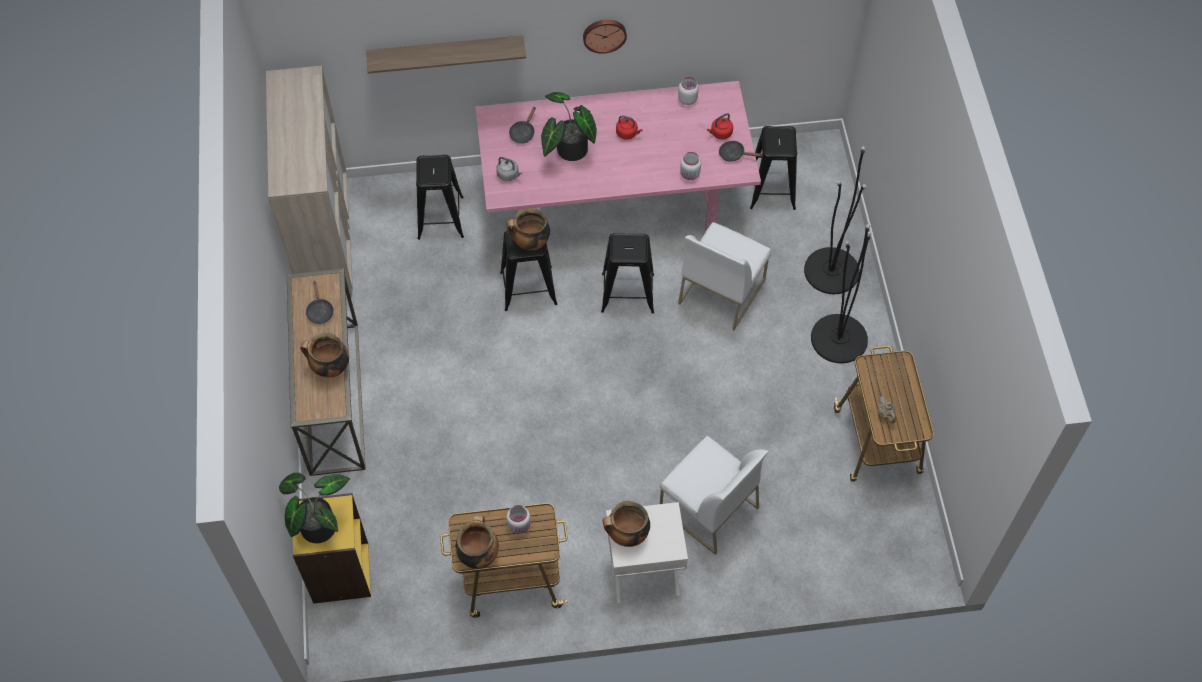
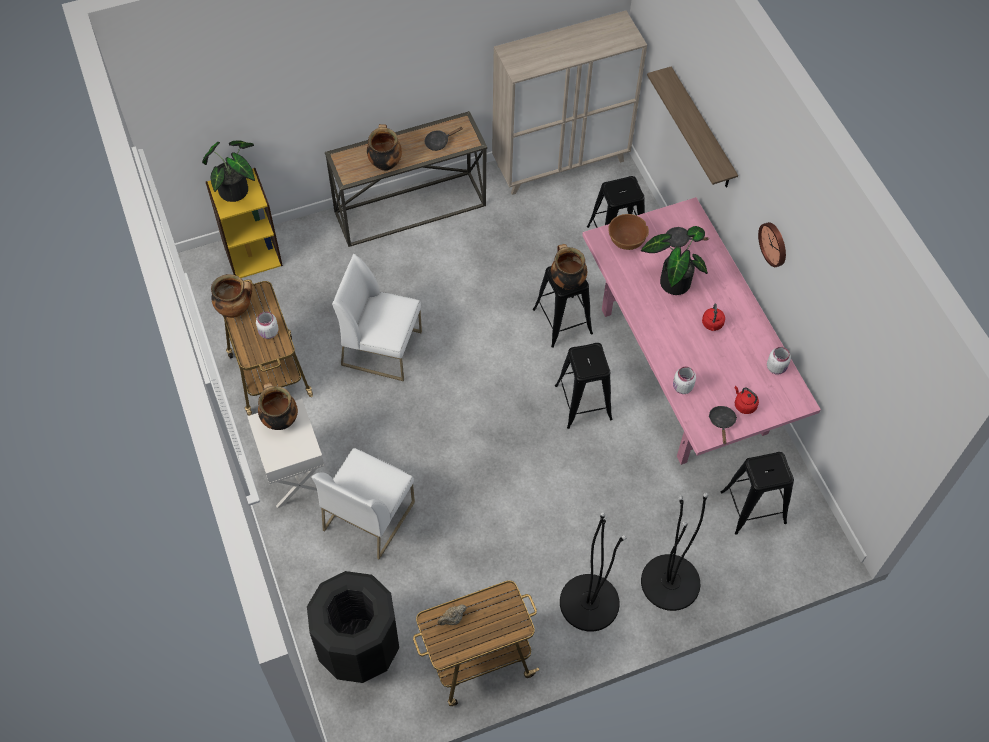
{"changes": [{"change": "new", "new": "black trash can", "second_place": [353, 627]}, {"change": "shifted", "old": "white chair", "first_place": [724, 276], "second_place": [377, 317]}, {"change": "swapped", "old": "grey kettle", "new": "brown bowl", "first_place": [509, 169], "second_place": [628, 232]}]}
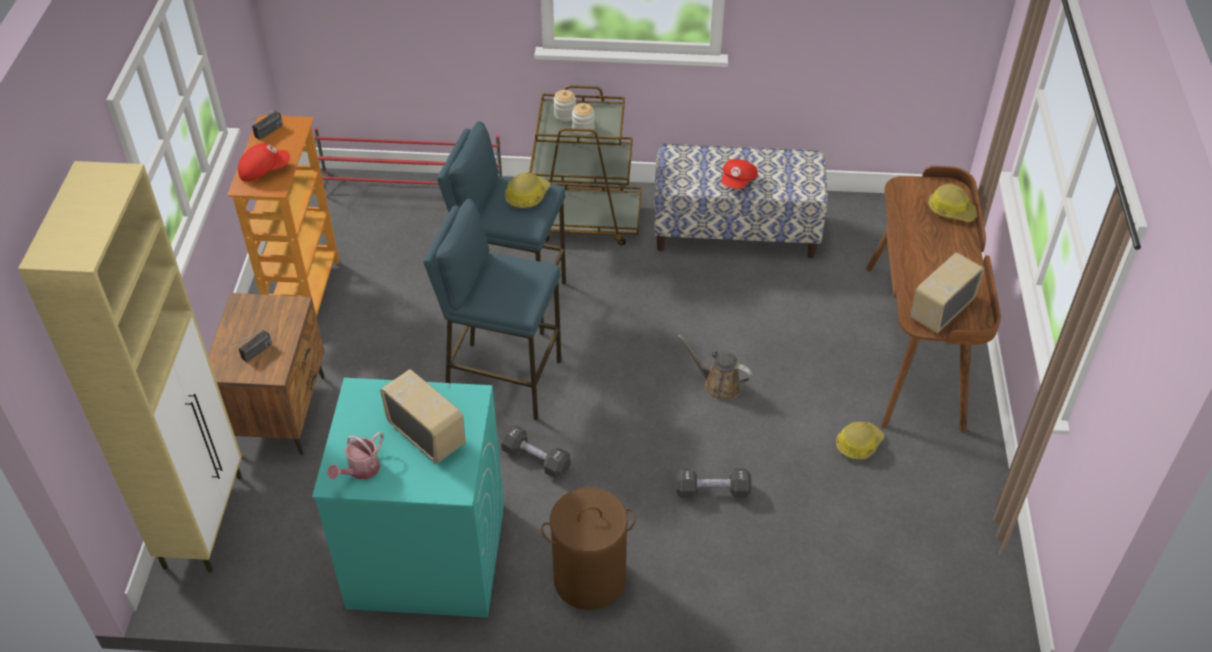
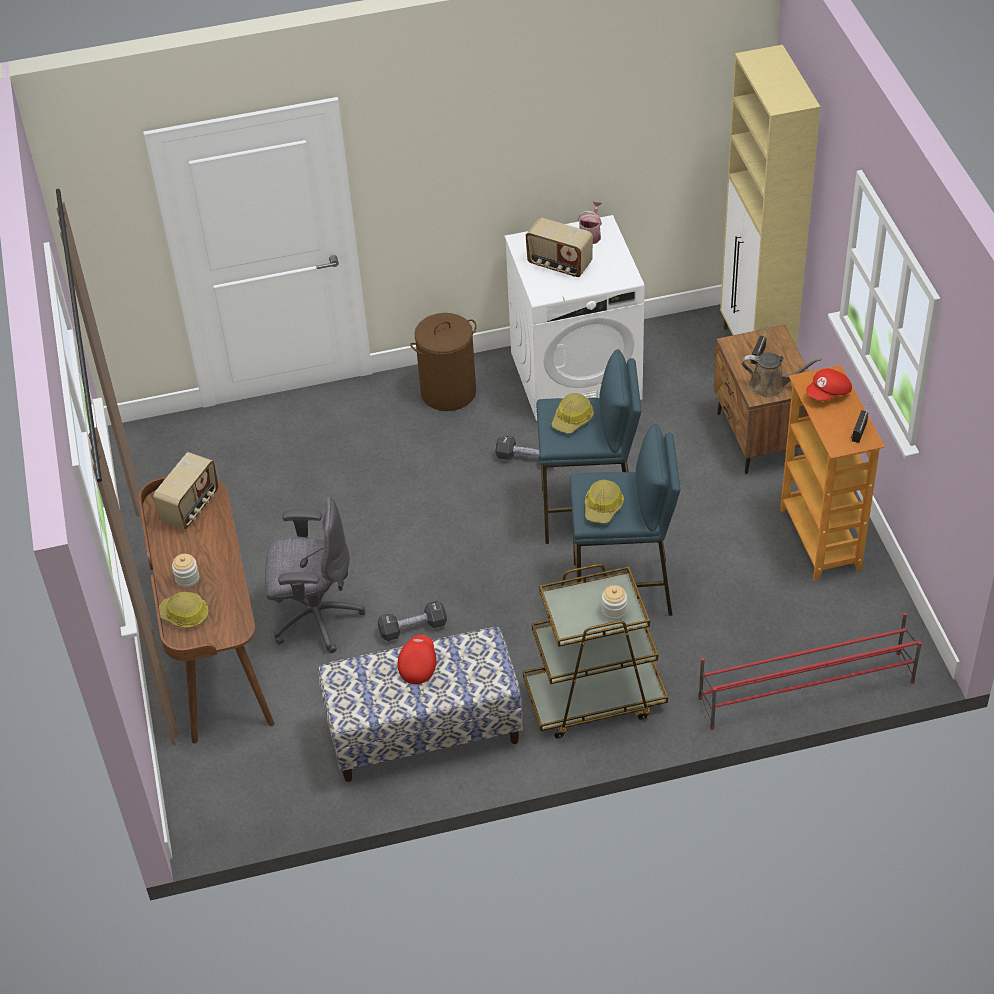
{"changes": [{"change": "shifted", "old": "jar", "first_place": [583, 119], "second_place": [185, 571]}, {"change": "new", "new": "grey office chair", "second_place": [315, 575]}, {"change": "shifted", "old": "black dumbbell", "first_place": [714, 483], "second_place": [412, 621]}, {"change": "repainted", "old": "turquoise washing machine", "new": "white washing machine", "first_place": [408, 498], "second_place": [575, 318]}, {"change": "shifted", "old": "hard hat", "first_place": [860, 441], "second_place": [573, 413]}, {"change": "shifted", "old": "brown watering can", "first_place": [715, 368], "second_place": [781, 375]}]}
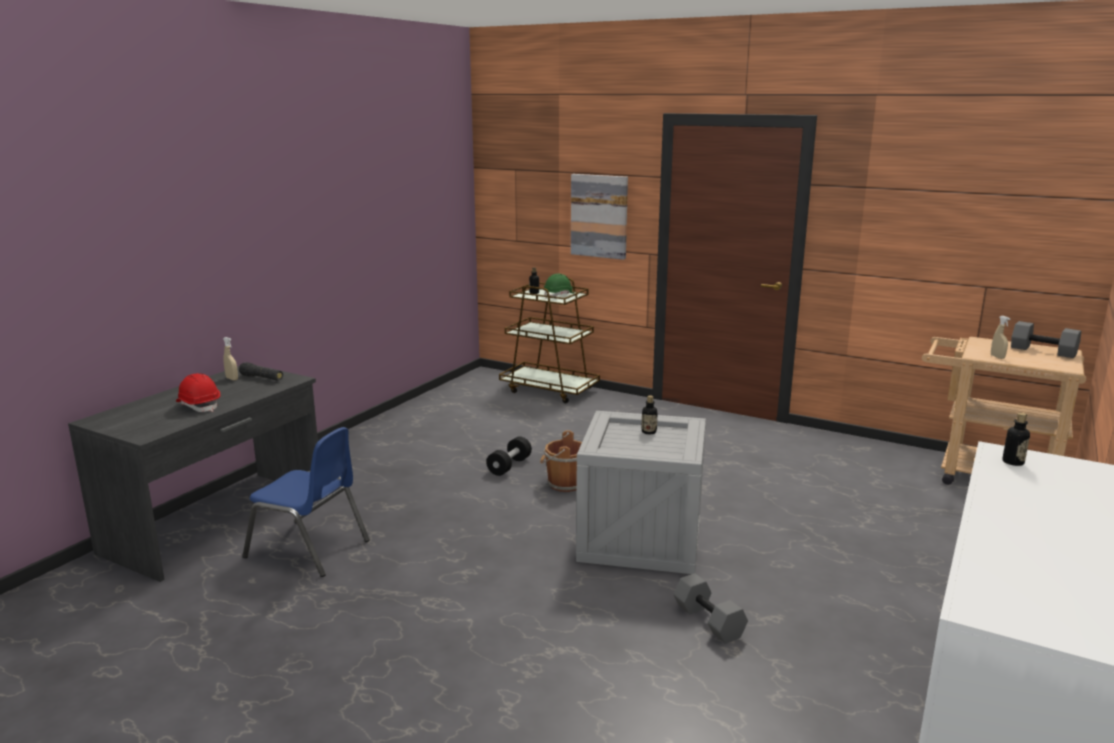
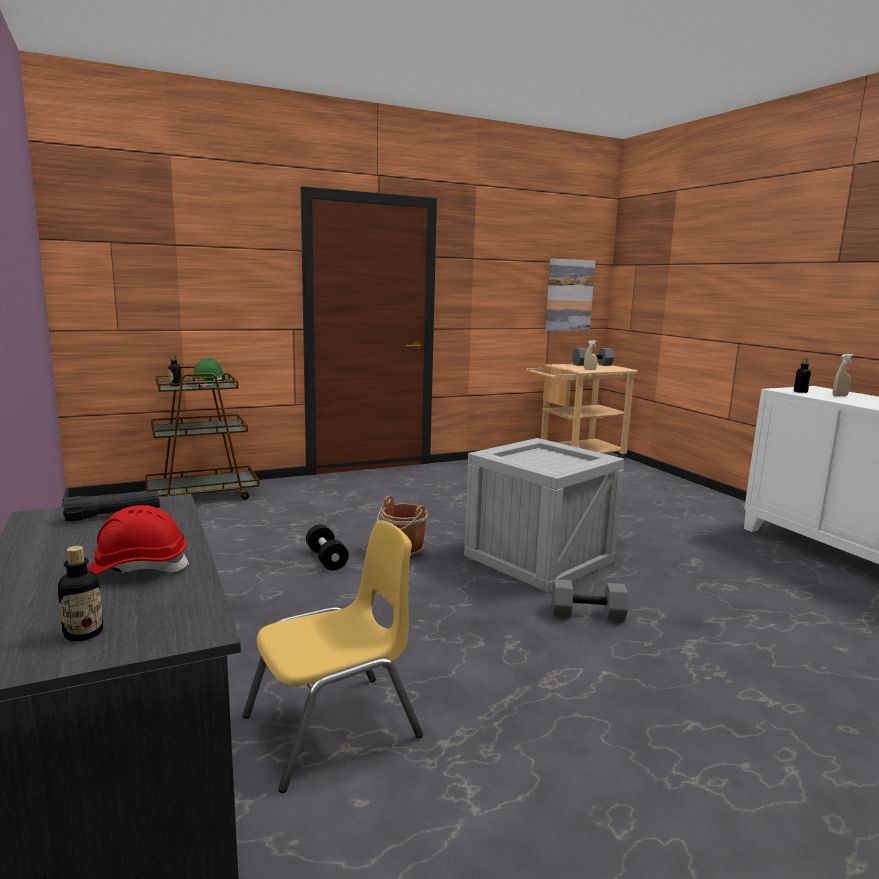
{"changes": [{"change": "shifted", "old": "bottle", "first_place": [649, 415], "second_place": [80, 593]}, {"change": "repainted", "old": "blue chair", "new": "yellow chair", "first_place": [306, 502], "second_place": [332, 656]}, {"change": "shifted", "old": "picture", "first_place": [599, 217], "second_place": [570, 295]}, {"change": "shifted", "old": "grey dumbbell", "first_place": [710, 608], "second_place": [590, 600]}, {"change": "shifted", "old": "beige spray bottle", "first_place": [230, 358], "second_place": [843, 375]}]}
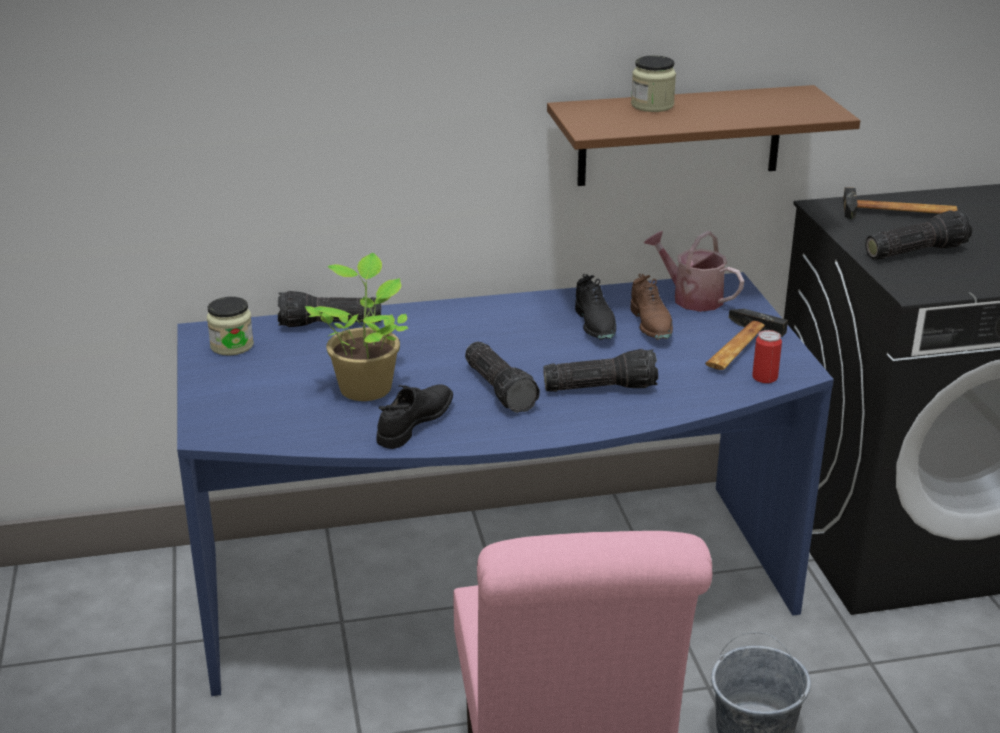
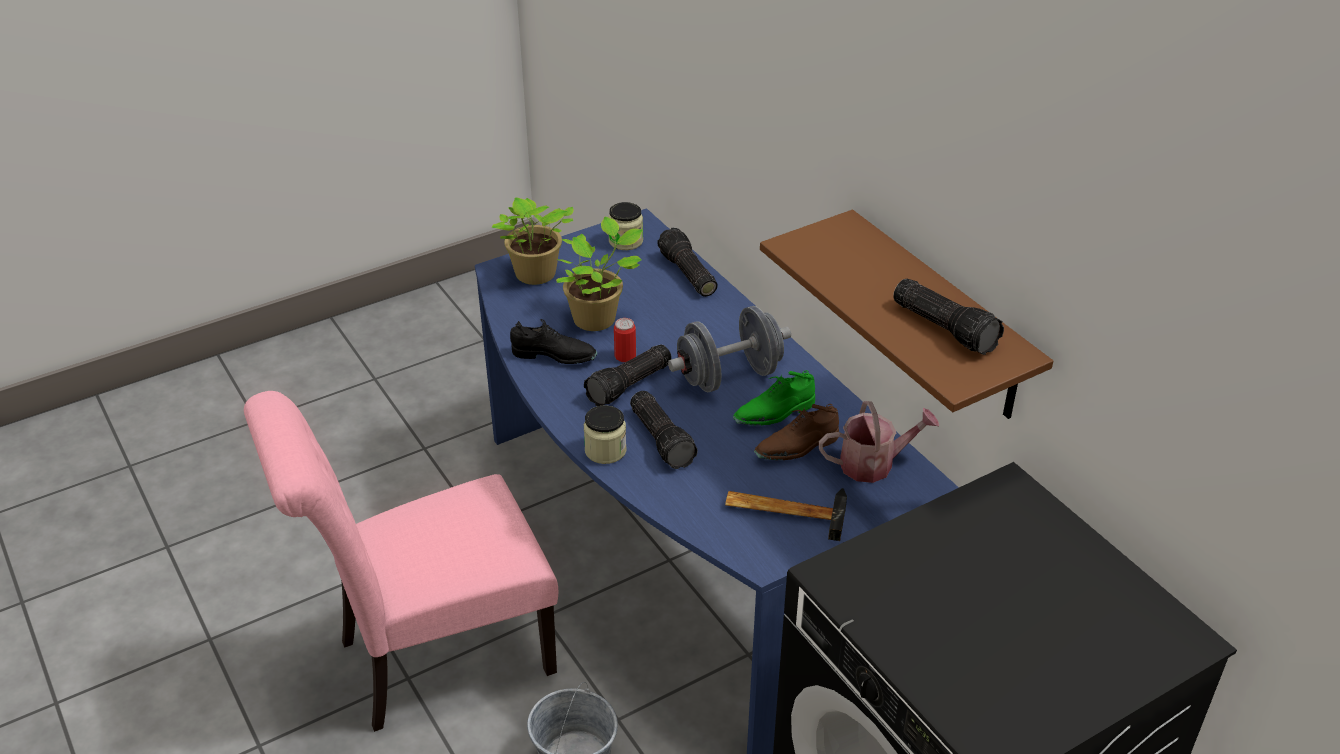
{"changes": [{"change": "new", "new": "potted plant", "second_place": [533, 241]}, {"change": "shifted", "old": "jar", "first_place": [653, 83], "second_place": [605, 434]}, {"change": "shifted", "old": "can", "first_place": [767, 356], "second_place": [625, 340]}, {"change": "new", "new": "grey dumbbell", "second_place": [729, 349]}, {"change": "repainted", "old": "black shoe", "new": "green shoe", "first_place": [595, 307], "second_place": [774, 398]}, {"change": "rotated", "old": "watering can", "first_place": [694, 271], "second_place": [879, 442], "degrees": 60}, {"change": "shifted", "old": "flashlight", "first_place": [918, 234], "second_place": [948, 317]}, {"change": "gone", "old": "hammer", "first_place": [900, 203]}]}
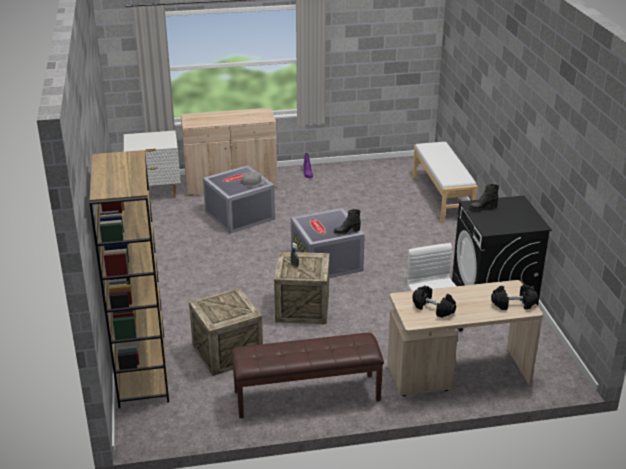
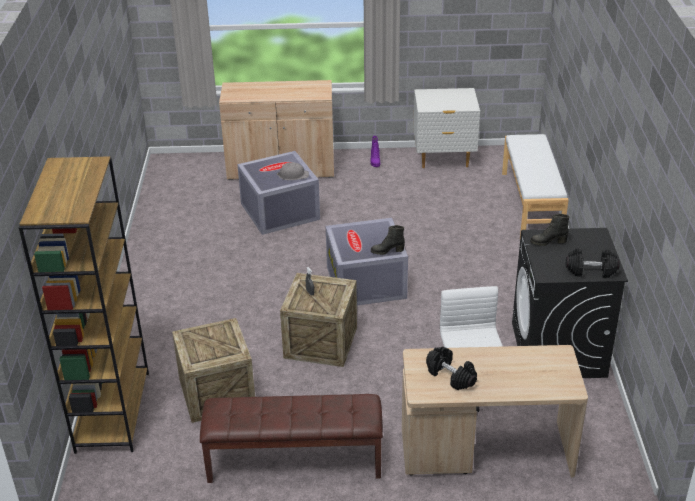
{"changes": [{"change": "shifted", "old": "white nightstand", "first_place": [152, 164], "second_place": [446, 128]}, {"change": "shifted", "old": "black dumbbell", "first_place": [514, 297], "second_place": [593, 263]}]}
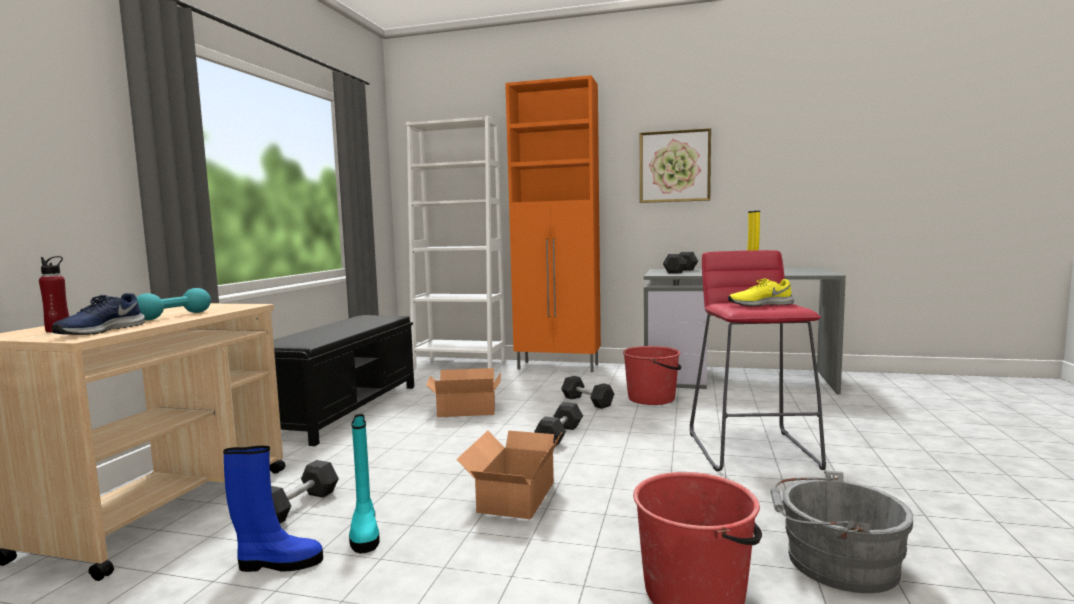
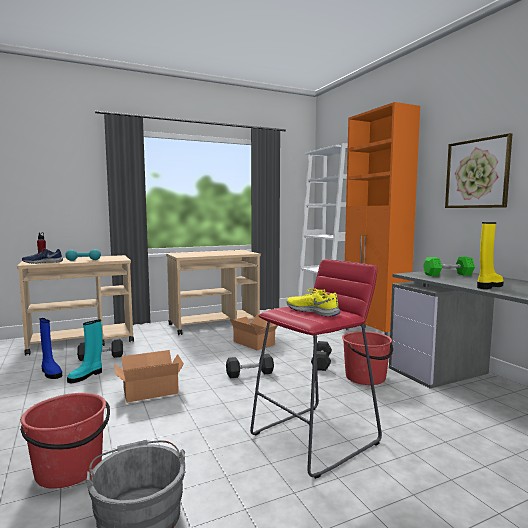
{"changes": [{"change": "swapped", "old": "black bench", "new": "beige cart", "first_place": [343, 380], "second_place": [213, 292]}, {"change": "repainted", "old": "grey dumbbell", "new": "green dumbbell", "first_place": [680, 263], "second_place": [449, 266]}]}
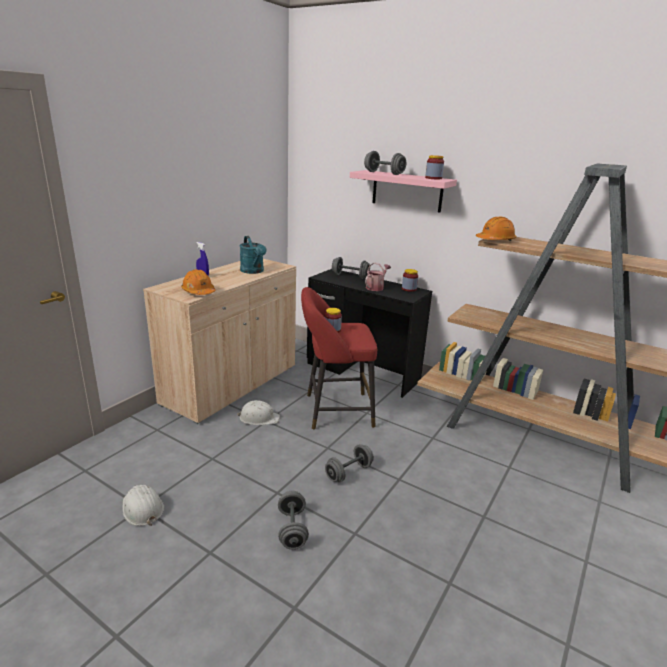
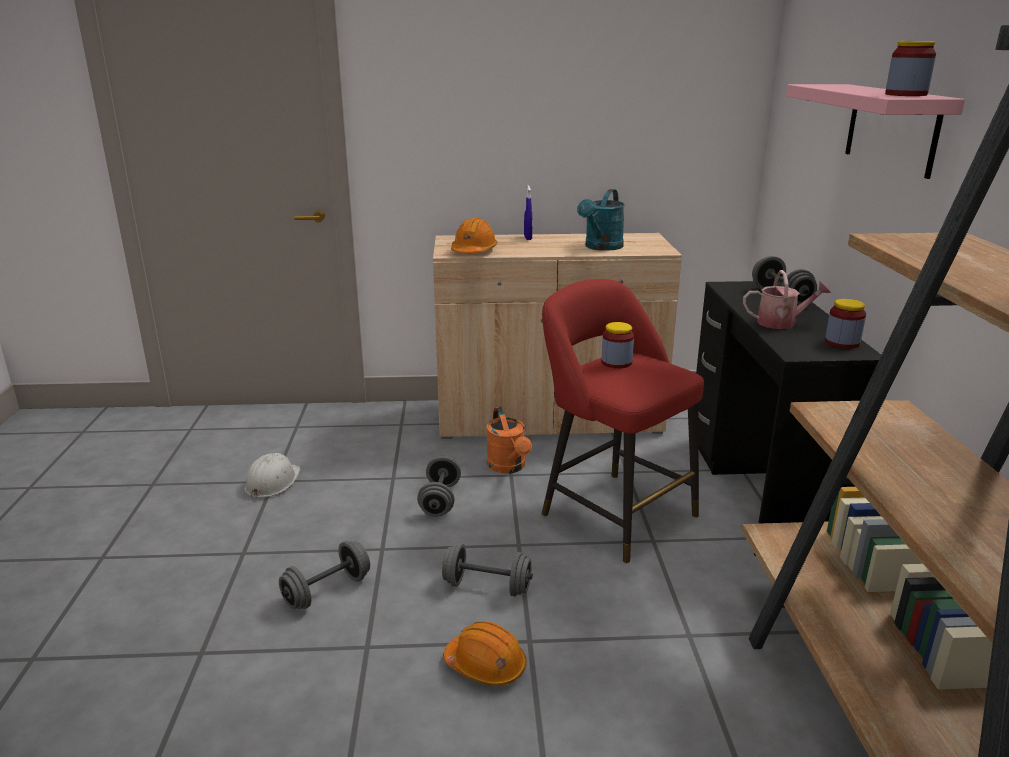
{"changes": [{"change": "shifted", "old": "grey dumbbell", "first_place": [385, 163], "second_place": [439, 486]}, {"change": "shifted", "old": "orange hard hat", "first_place": [496, 229], "second_place": [485, 653]}, {"change": "swapped", "old": "white hard hat", "new": "orange watering can", "first_place": [258, 412], "second_place": [509, 440]}]}
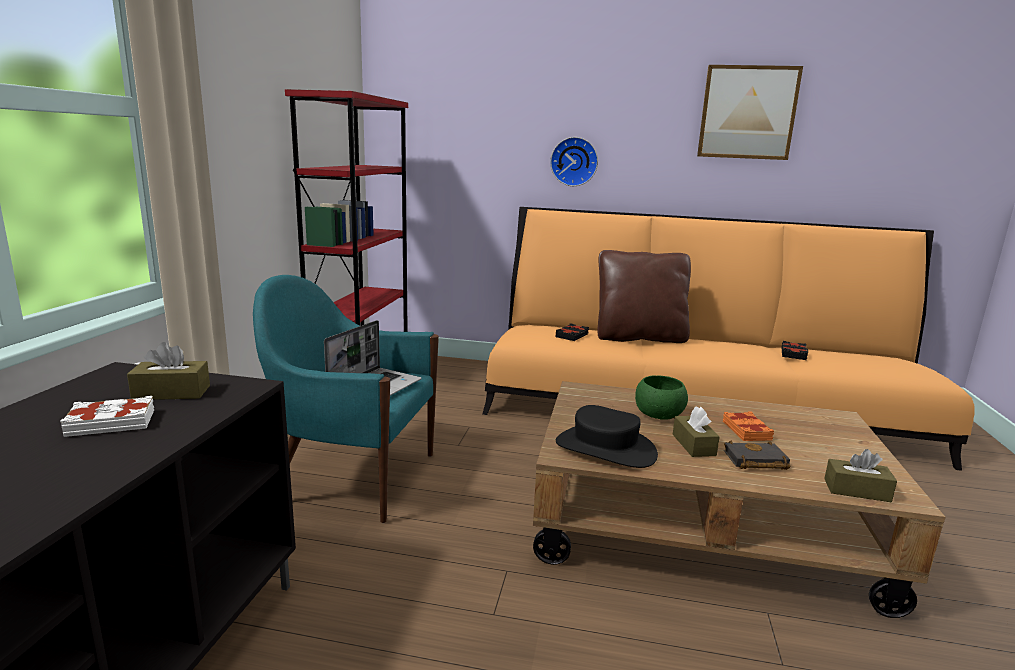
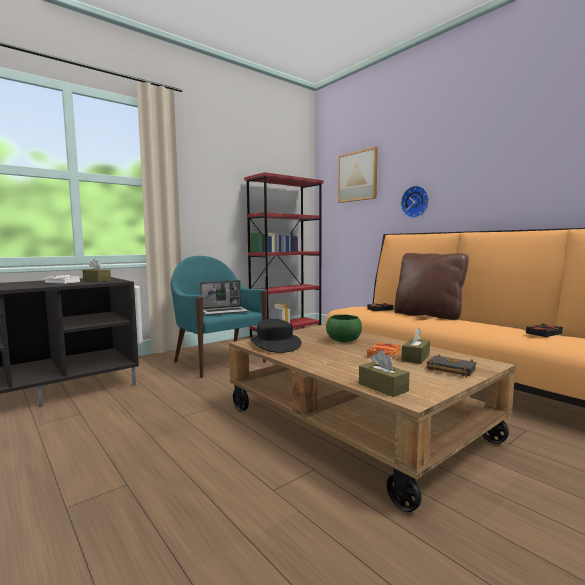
{"changes": [{"change": "shifted", "old": "picture", "first_place": [750, 112], "second_place": [358, 175]}, {"change": "shifted", "old": "brown tissue box", "first_place": [696, 431], "second_place": [415, 346]}, {"change": "shifted", "old": "black book", "first_place": [757, 455], "second_place": [452, 365]}]}
